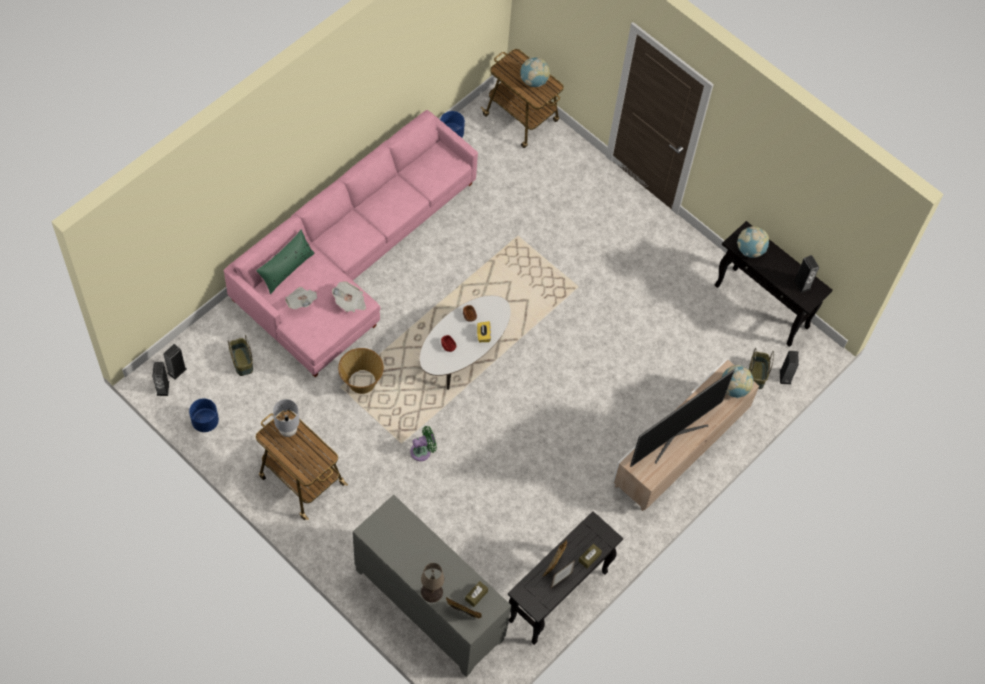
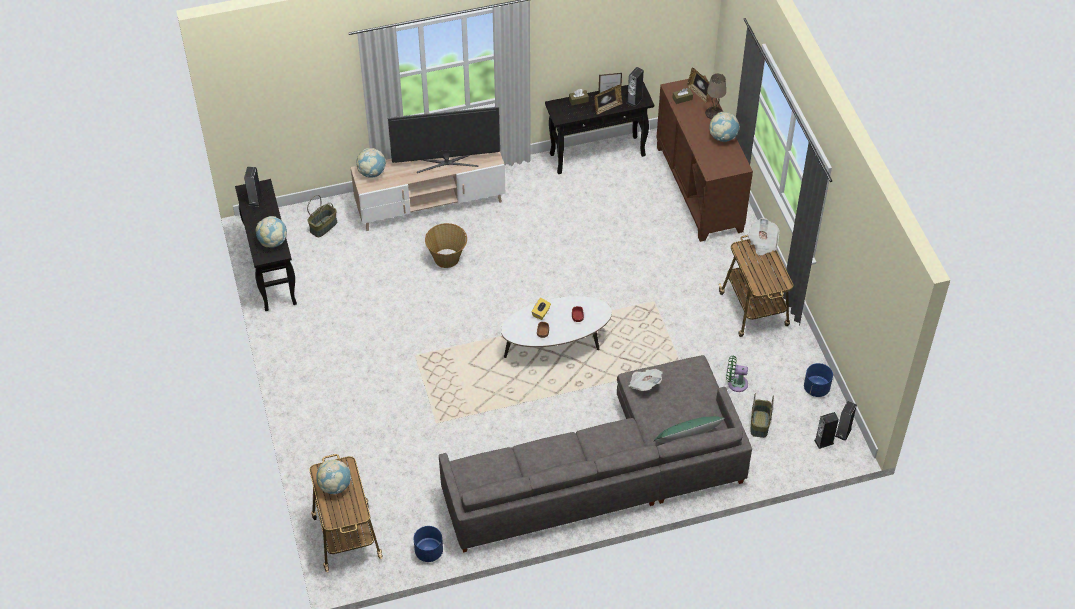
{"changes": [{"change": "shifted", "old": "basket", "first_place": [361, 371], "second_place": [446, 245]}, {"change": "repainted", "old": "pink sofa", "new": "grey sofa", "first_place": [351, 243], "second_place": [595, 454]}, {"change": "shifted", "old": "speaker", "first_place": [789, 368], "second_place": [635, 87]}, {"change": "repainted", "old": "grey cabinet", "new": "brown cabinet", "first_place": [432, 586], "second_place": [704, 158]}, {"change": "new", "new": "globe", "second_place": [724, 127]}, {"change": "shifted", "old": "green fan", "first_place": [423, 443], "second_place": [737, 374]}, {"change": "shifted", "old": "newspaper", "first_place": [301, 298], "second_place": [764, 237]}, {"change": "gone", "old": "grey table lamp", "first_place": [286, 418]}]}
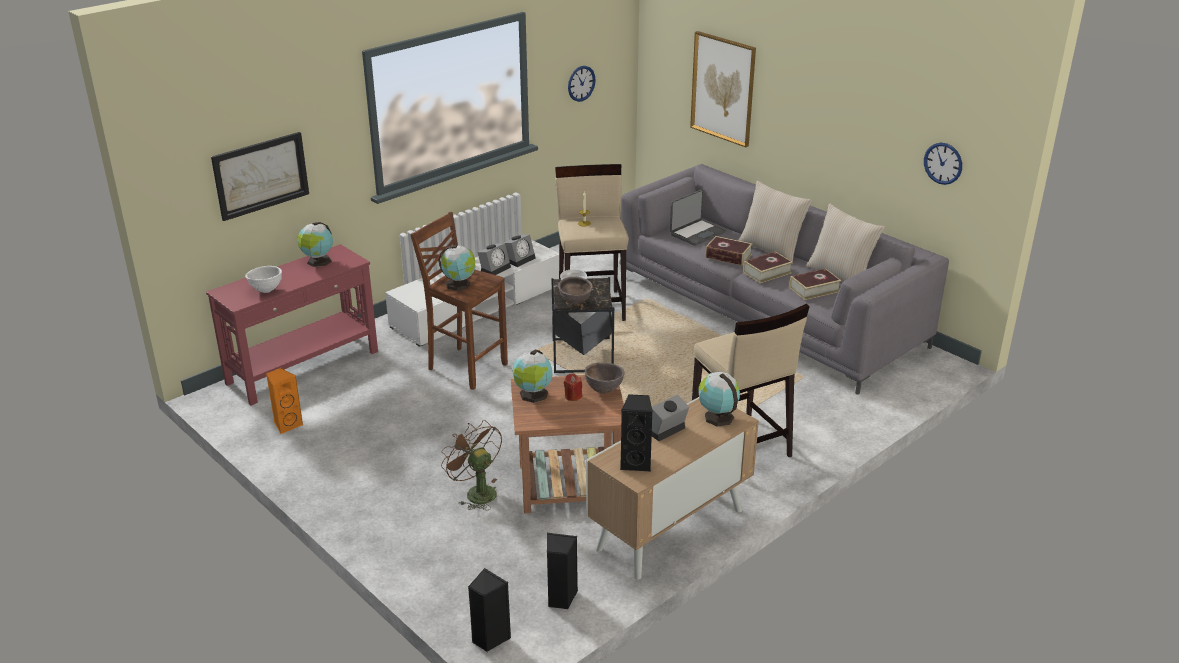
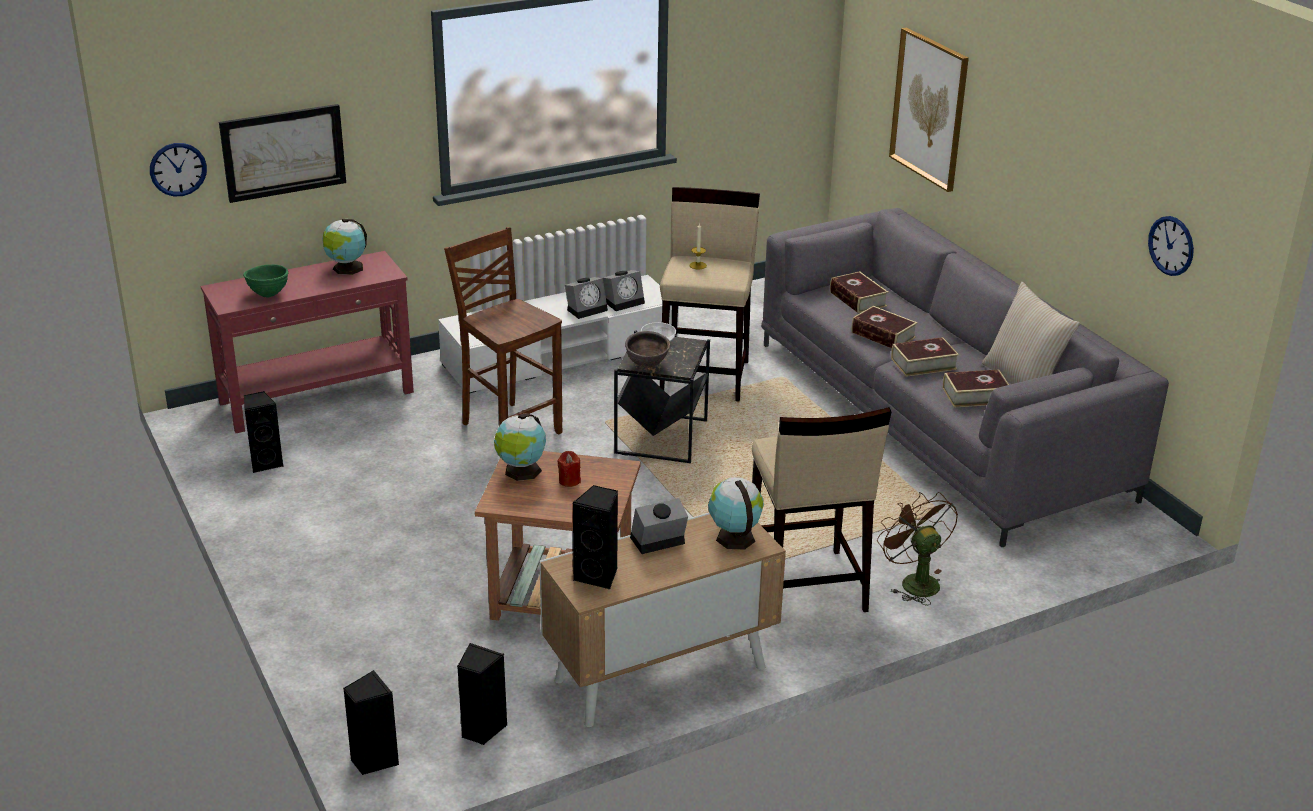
{"changes": [{"change": "shifted", "old": "wall clock", "first_place": [582, 84], "second_place": [178, 169]}, {"change": "repainted", "old": "white bowl", "new": "green bowl", "first_place": [263, 279], "second_place": [266, 280]}, {"change": "repainted", "old": "orange speaker", "new": "black speaker", "first_place": [285, 401], "second_place": [264, 432]}, {"change": "swapped", "old": "laptop", "new": "book", "first_place": [698, 217], "second_place": [859, 292]}, {"change": "shifted", "old": "brown fan", "first_place": [471, 465], "second_place": [917, 549]}, {"change": "gone", "old": "globe", "first_place": [456, 268]}, {"change": "gone", "old": "brown bowl", "first_place": [605, 378]}, {"change": "gone", "old": "beige pillow", "first_place": [775, 222]}]}
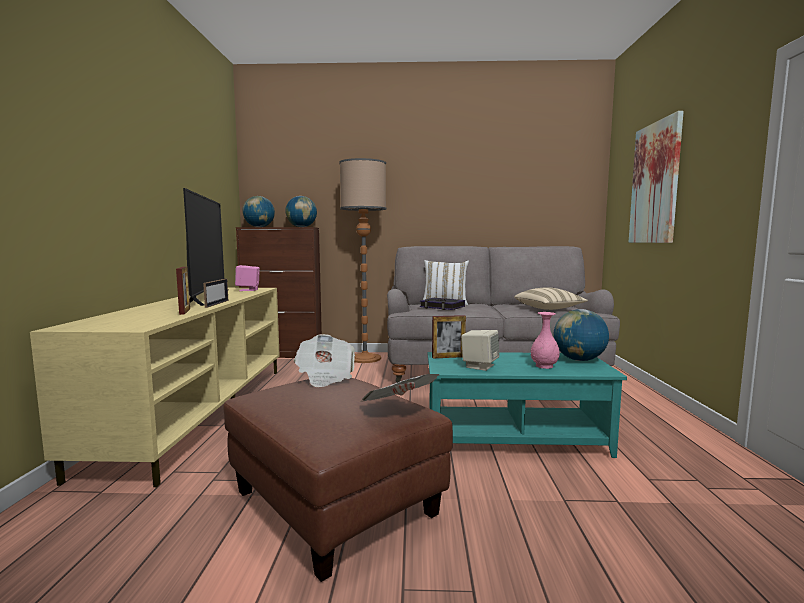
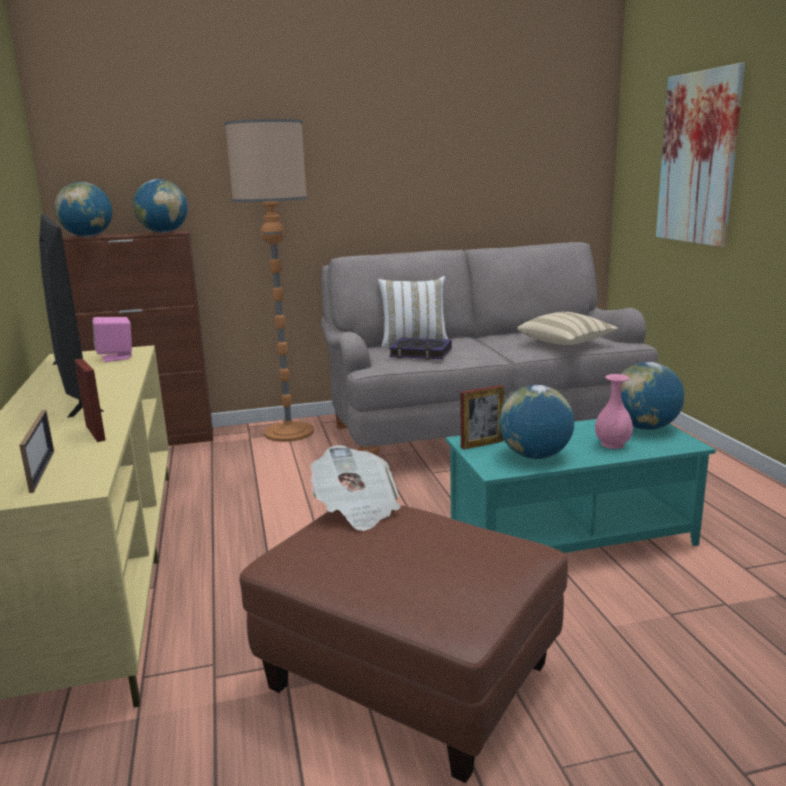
{"changes": [{"change": "shifted", "old": "picture frame", "first_place": [215, 293], "second_place": [36, 451]}, {"change": "swapped", "old": "beige speaker", "new": "globe", "first_place": [480, 350], "second_place": [536, 422]}, {"change": "gone", "old": "newspaper", "first_place": [400, 387]}]}
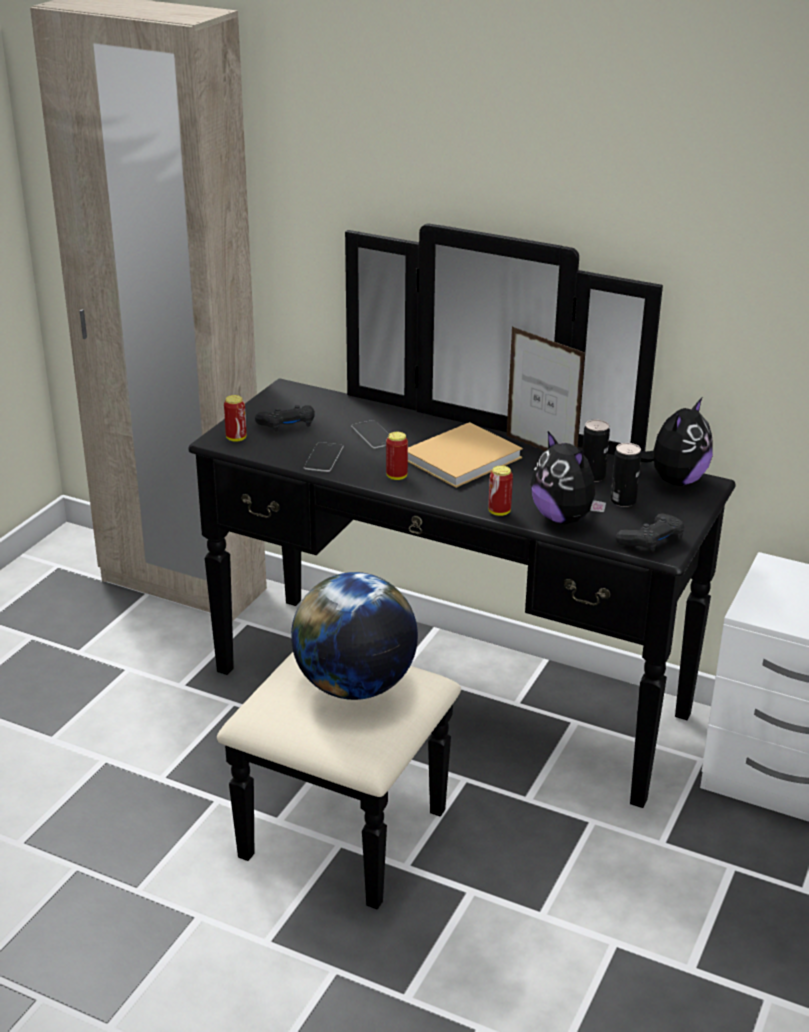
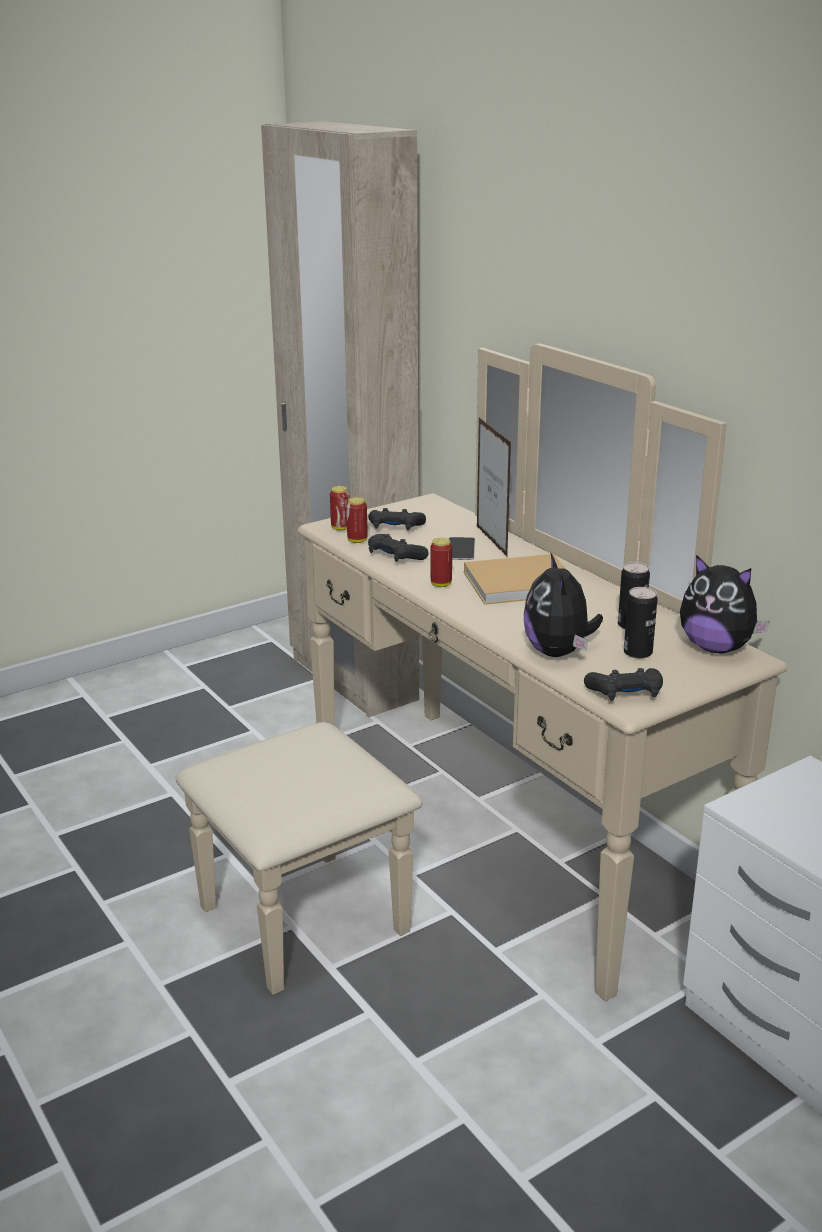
{"changes": [{"change": "repainted", "old": "black dresser", "new": "beige dresser", "first_place": [462, 566], "second_place": [481, 672]}, {"change": "shifted", "old": "can", "first_place": [500, 490], "second_place": [357, 520]}, {"change": "swapped", "old": "phone", "new": "black game controller", "first_place": [323, 457], "second_place": [398, 548]}, {"change": "shifted", "old": "picture frame", "first_place": [546, 389], "second_place": [494, 487]}, {"change": "rotated", "old": "plush toy", "first_place": [677, 442], "second_place": [725, 604], "degrees": 60}, {"change": "gone", "old": "globe", "first_place": [354, 636]}]}
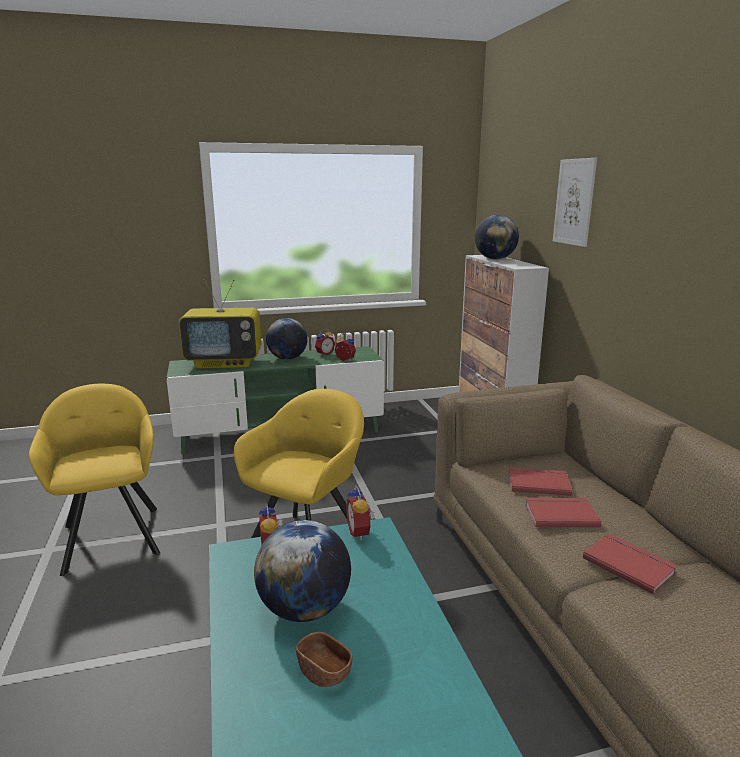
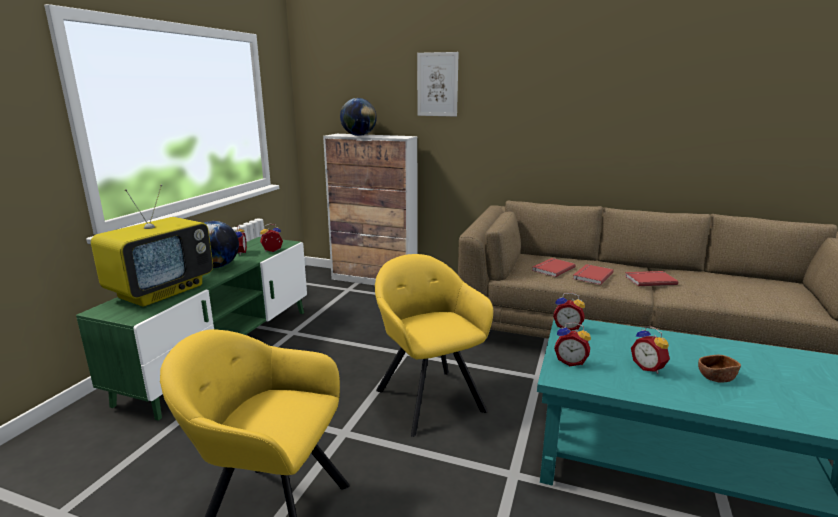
{"changes": [{"change": "swapped", "old": "globe", "new": "alarm clock", "first_place": [302, 571], "second_place": [650, 350]}]}
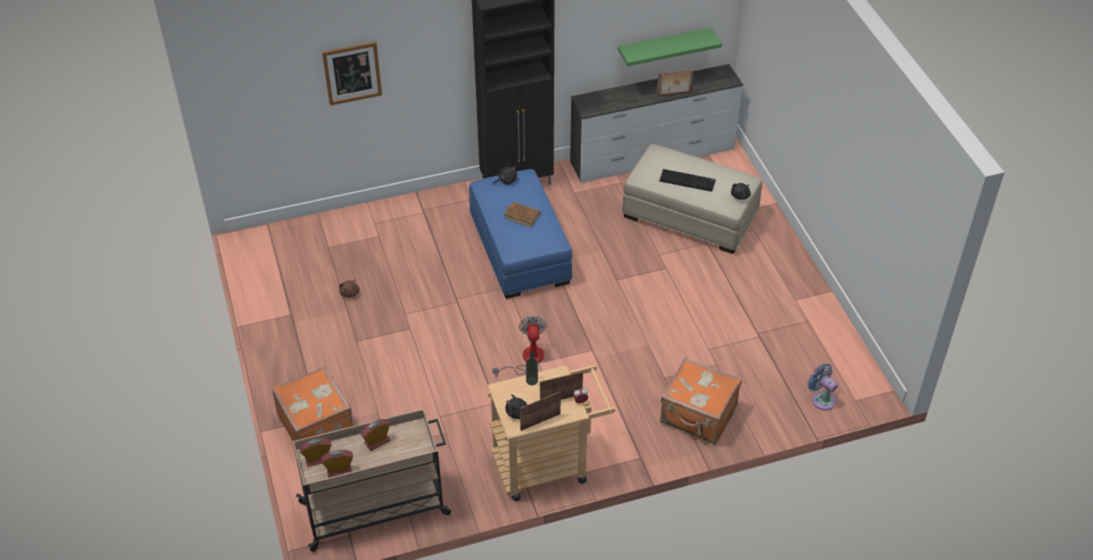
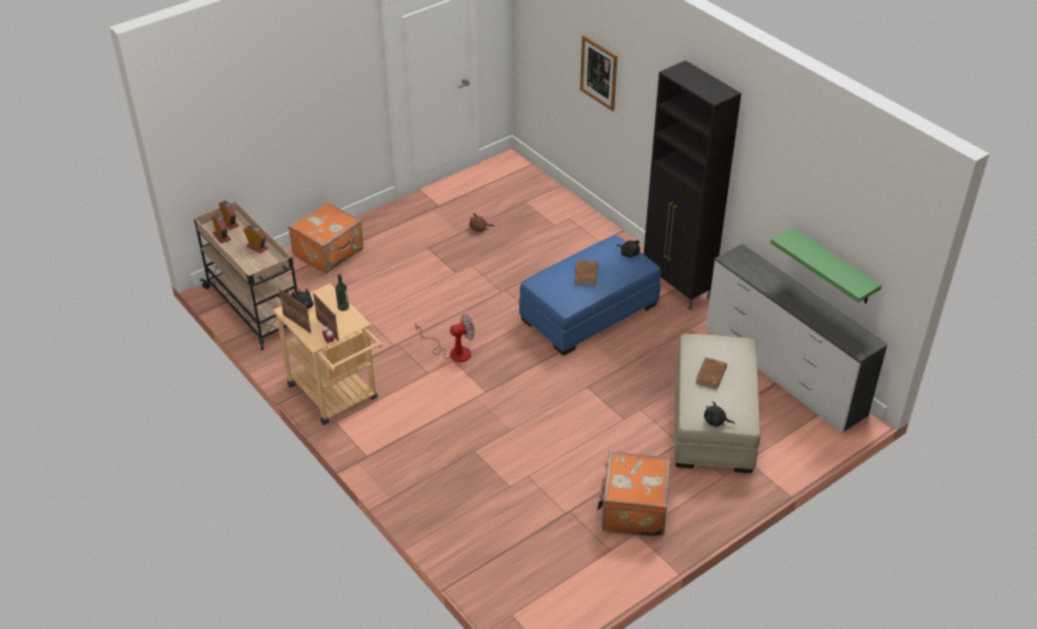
{"changes": [{"change": "shifted", "old": "orange suitcase", "first_place": [701, 400], "second_place": [633, 494]}, {"change": "swapped", "old": "keyboard", "new": "brown book", "first_place": [687, 180], "second_place": [711, 373]}, {"change": "gone", "old": "picture frame", "first_place": [675, 82]}, {"change": "gone", "old": "blue fan", "first_place": [823, 386]}]}
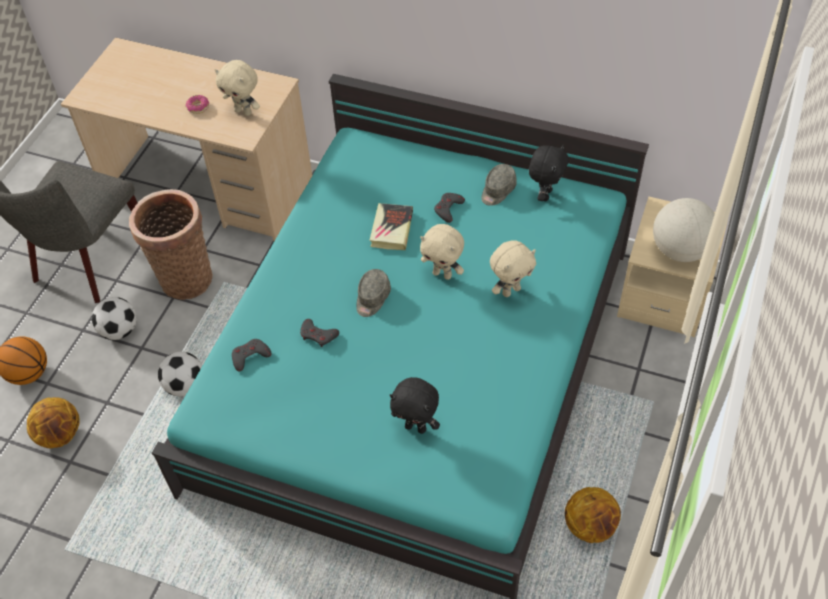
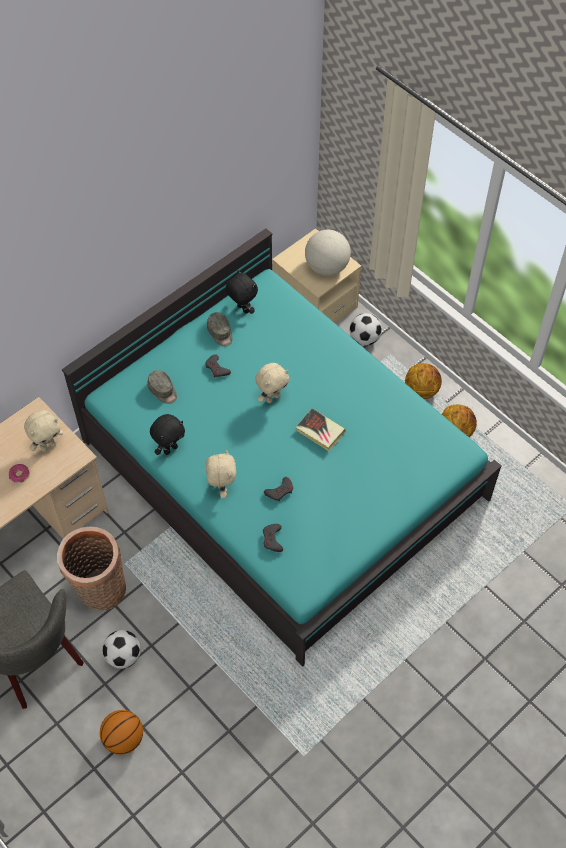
{"changes": [{"change": "shifted", "old": "grey cap", "first_place": [373, 293], "second_place": [162, 387]}, {"change": "shifted", "old": "black plush toy", "first_place": [415, 405], "second_place": [167, 434]}, {"change": "shifted", "old": "beige plush toy", "first_place": [513, 268], "second_place": [221, 474]}, {"change": "shifted", "old": "book", "first_place": [391, 227], "second_place": [320, 429]}, {"change": "shifted", "old": "football", "first_place": [180, 374], "second_place": [366, 329]}, {"change": "shifted", "old": "basketball", "first_place": [53, 422], "second_place": [423, 381]}]}
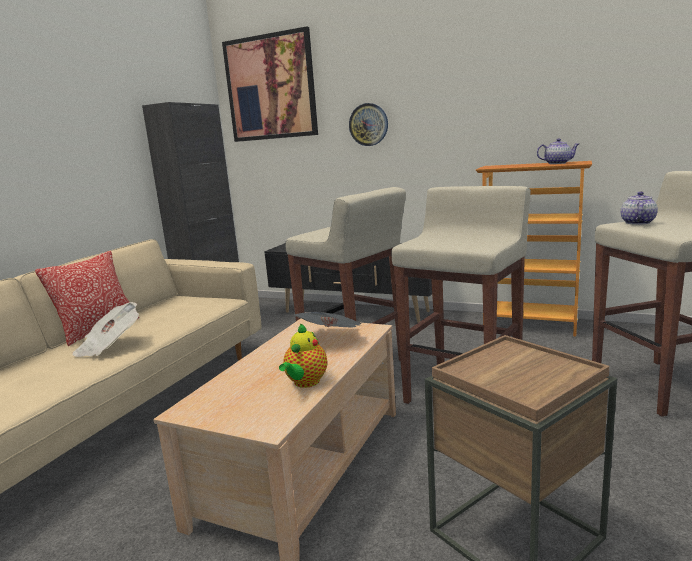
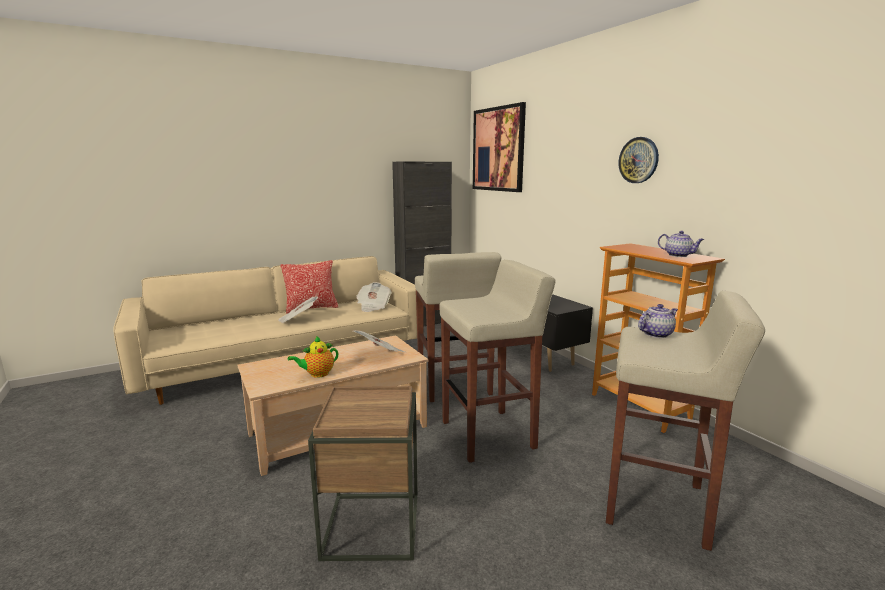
{"changes": [{"change": "new", "new": "newspaper", "second_place": [374, 297]}, {"change": "shifted", "old": "wall clock", "first_place": [368, 124], "second_place": [639, 160]}]}
